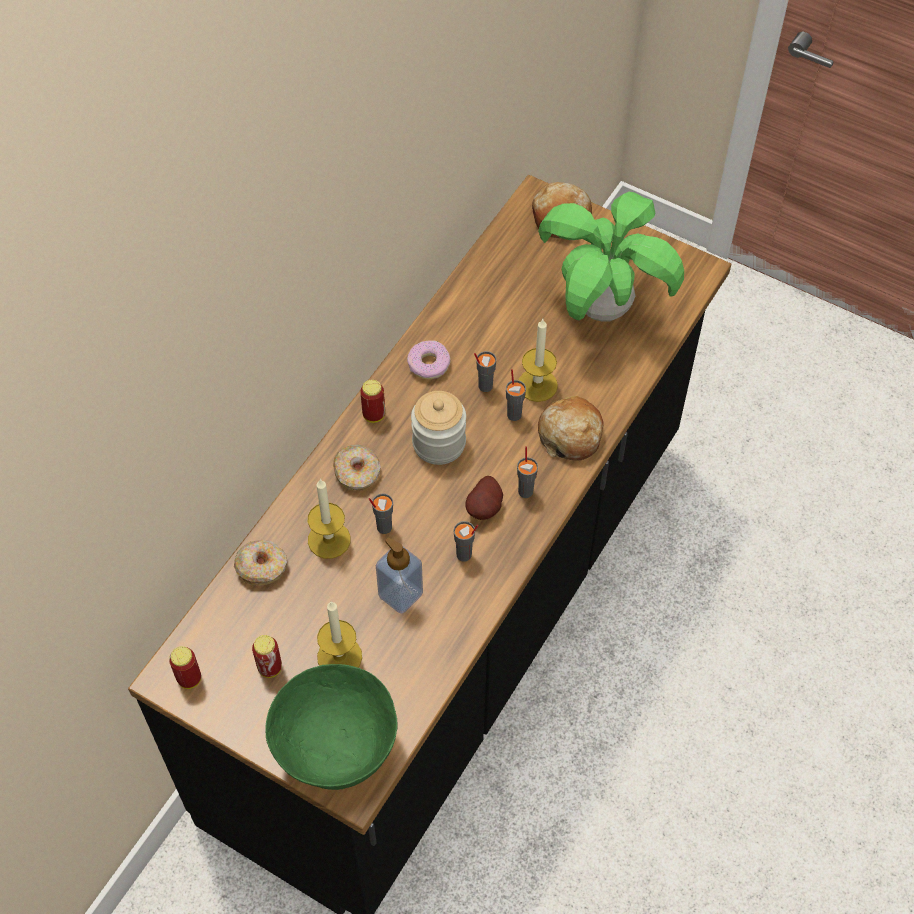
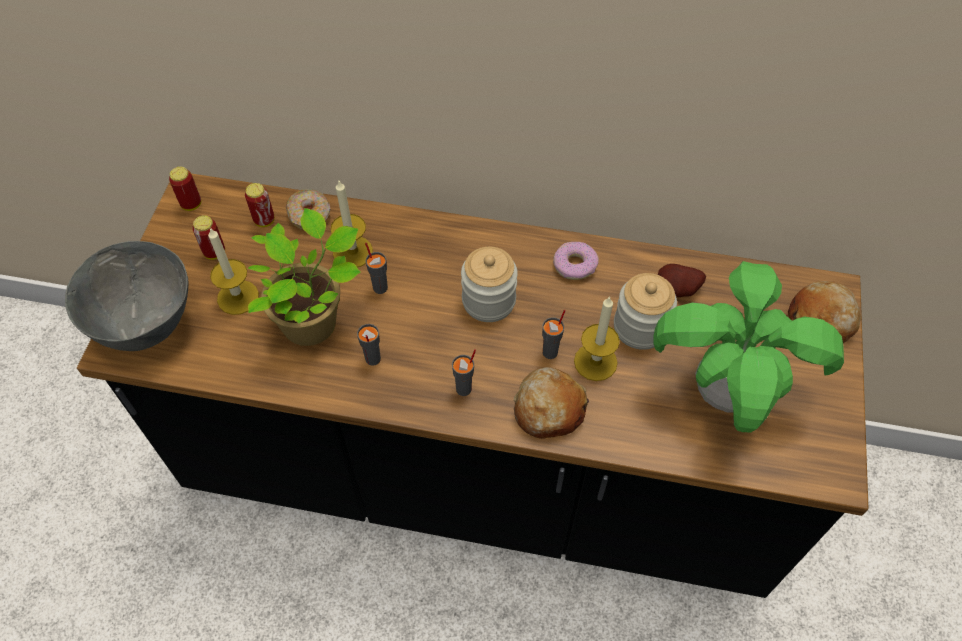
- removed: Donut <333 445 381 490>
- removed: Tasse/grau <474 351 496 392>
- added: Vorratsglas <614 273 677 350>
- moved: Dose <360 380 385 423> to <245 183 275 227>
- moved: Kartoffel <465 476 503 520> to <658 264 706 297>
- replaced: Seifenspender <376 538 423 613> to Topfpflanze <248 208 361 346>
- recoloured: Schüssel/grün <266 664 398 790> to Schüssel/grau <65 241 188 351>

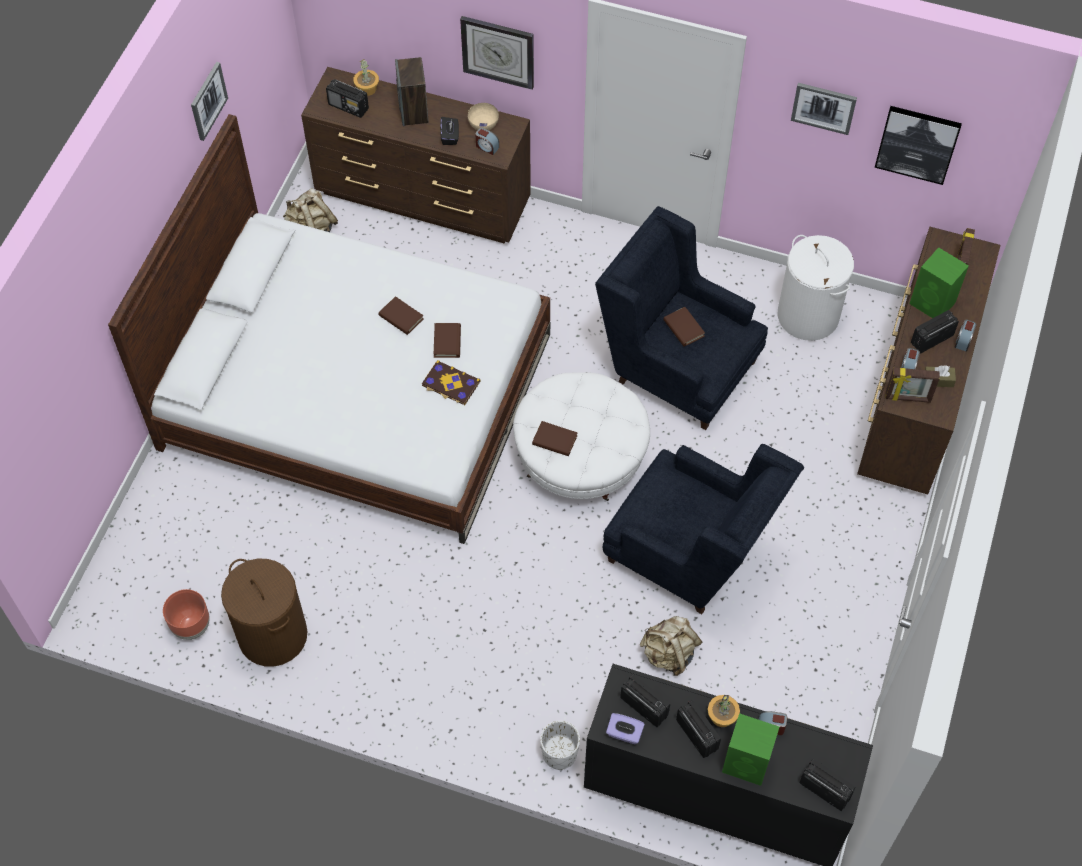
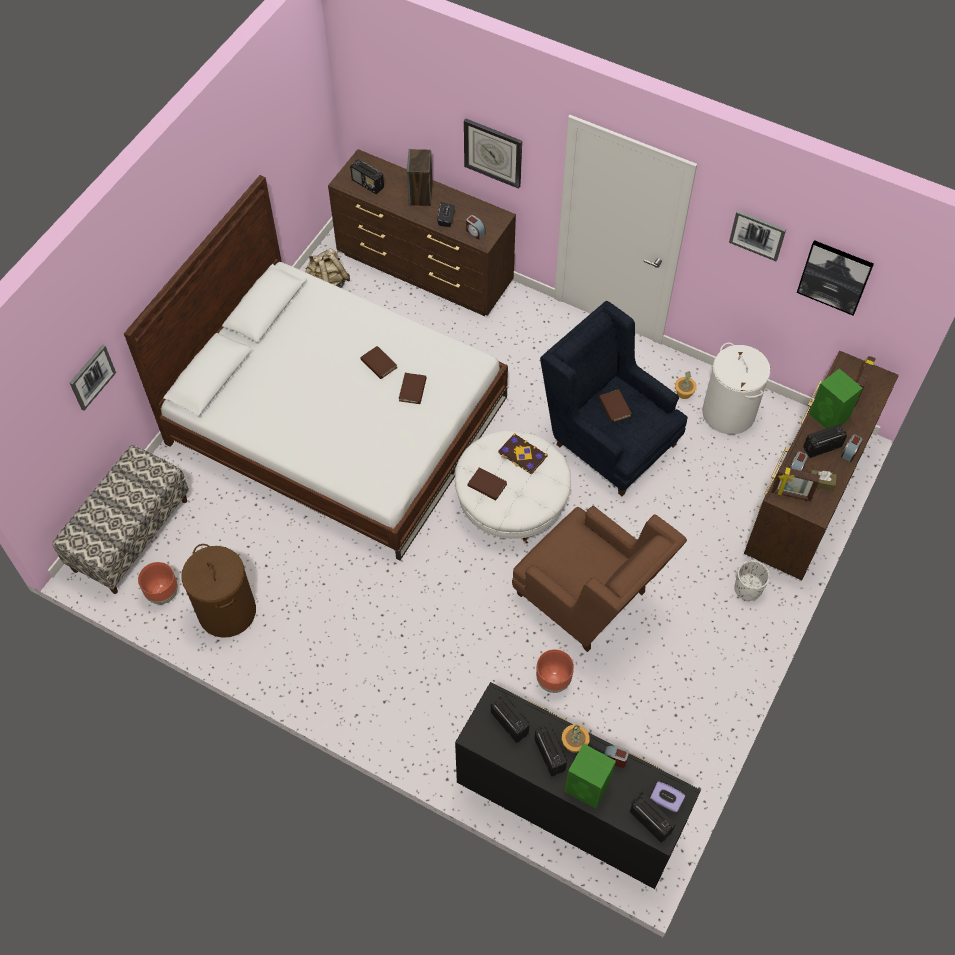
- removed: Schüssel/beige <468 103 499 130>
- added: Bank <52 445 189 594>
- moved: Bild <191 62 228 141> to <70 345 116 410>
- moved: Topfpflanze <353 59 379 96> to <675 371 697 399>
- moved: Buch <422 360 480 405> to <498 433 548 475>
- moved: Pflanzkübel/weiß <540 720 580 770> to <734 560 770 601>
- moved: Taschentuchbox/lila <606 713 645 744> to <650 781 685 812>
- replaced: Rucksack/beige <640 616 702 676> to Pflanzkübel/braun <536 649 574 693>
- recoloured: Sessel/blau <603 444 804 614> to Sessel/braun <512 506 687 652>

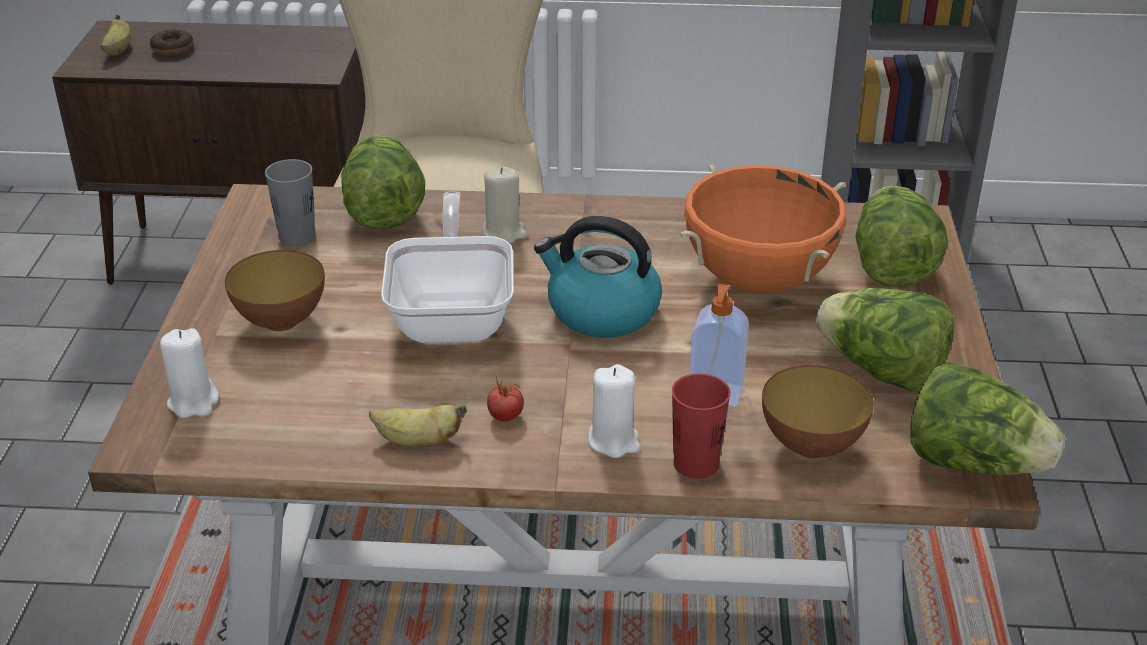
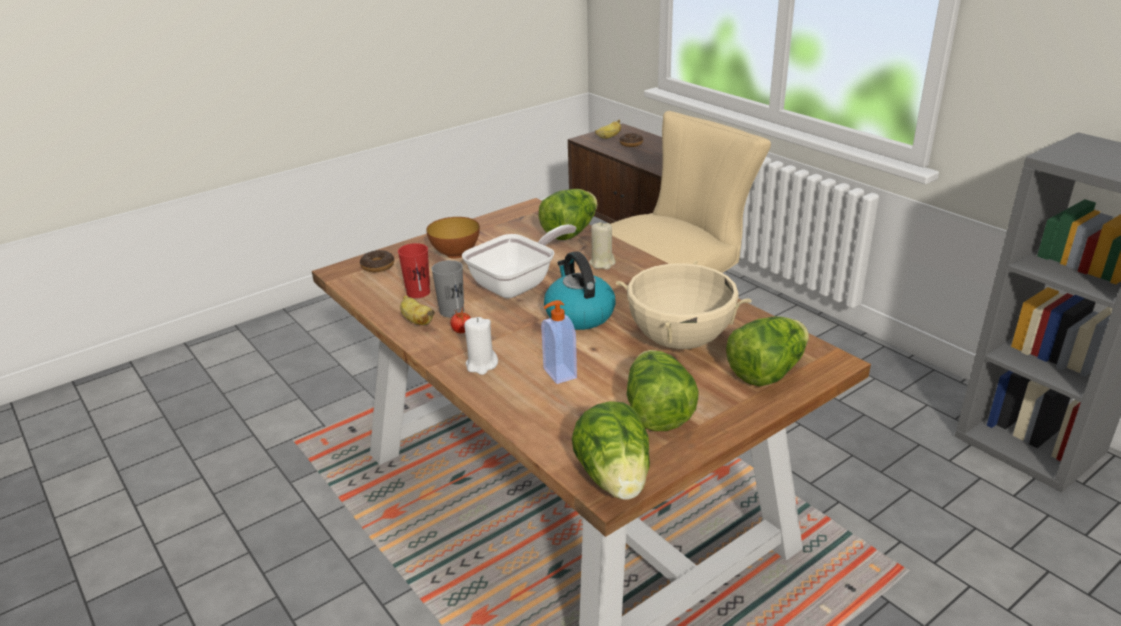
- removed: Schüssel <762 365 874 458>
- moved: Tasse/grau <265 159 316 245> to <431 260 464 317>
- moved: Tasse/rot <672 374 731 479> to <398 243 430 298>
- replaced: Kerze/weiß <160 328 219 418> to Donut <360 250 394 272>
- recoloured: Kochtopf/orange <680 164 846 293> to Kochtopf/beige <616 260 752 349>

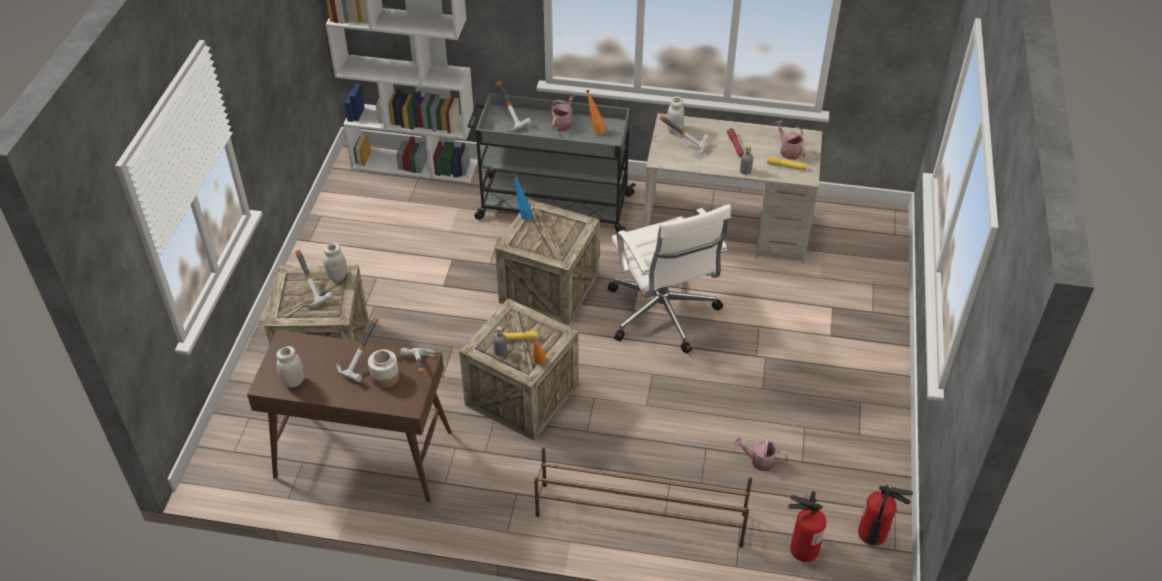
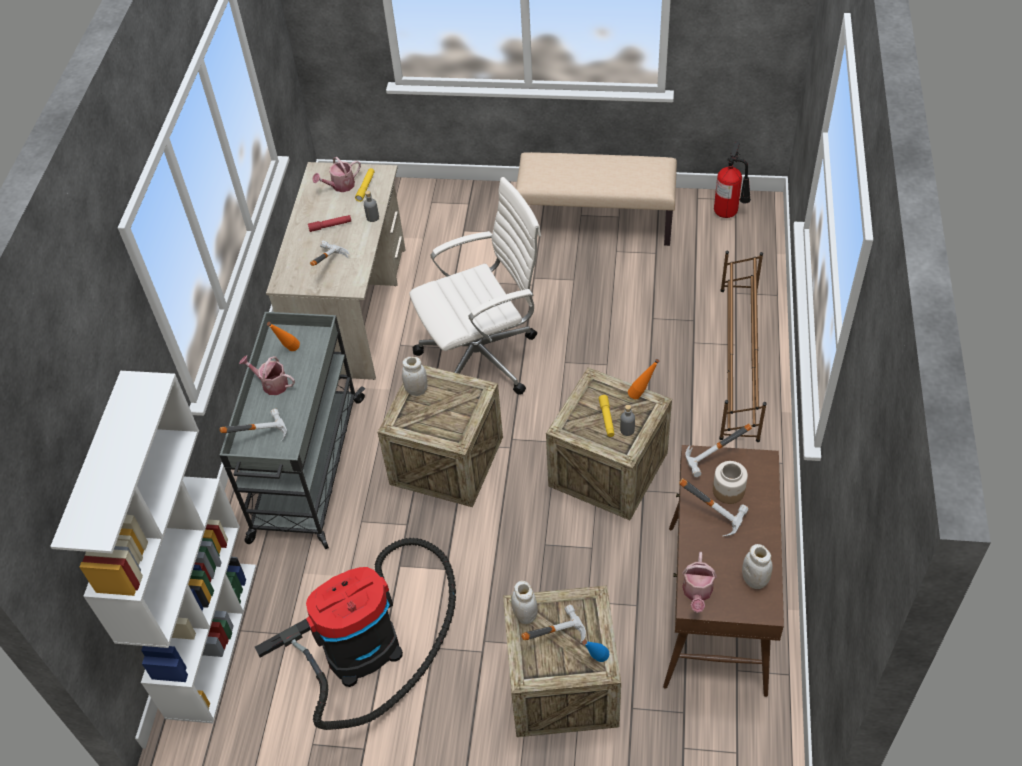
- removed: Feuerlöscher <788 491 827 562>
- added: Staubsauger <255 538 456 730>
- added: Bank/beige <516 152 677 246>
- moved: Flasche/blau <513 174 533 220> to <582 640 609 662>
- moved: Vorratsglas/weiß <667 96 684 135> to <402 357 427 396>
- moved: Gießkanne <734 436 788 471> to <682 552 717 613>

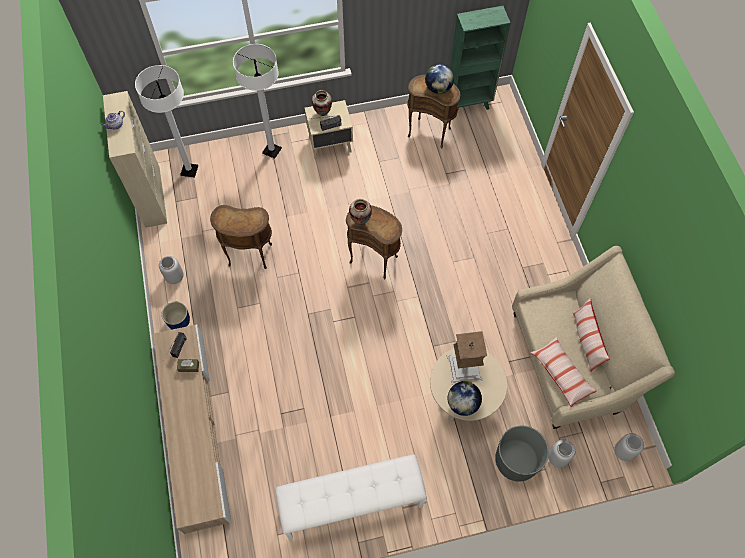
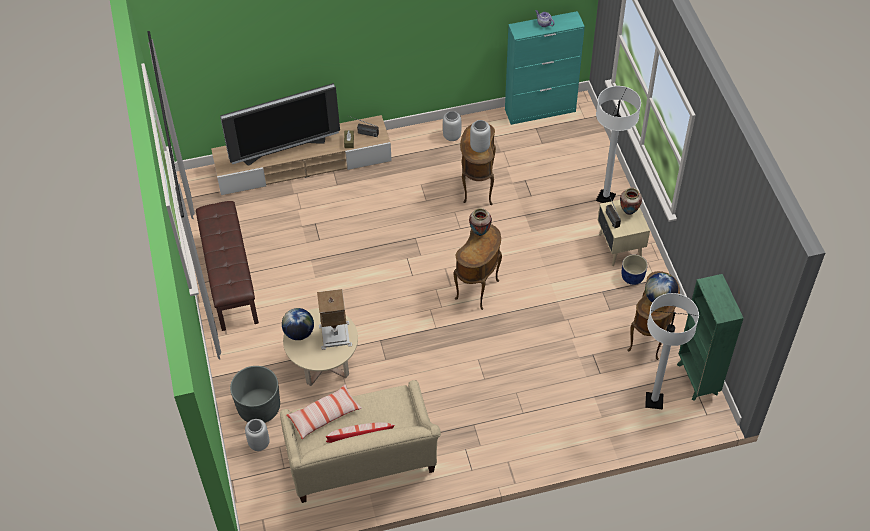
- added: Fernseher <220 83 340 166>
- moved: Stehlampe/weiß <135 65 198 178> to <645 293 699 409>
- moved: Pflanzkübel/blau <162 302 190 329> to <622 254 648 285>
- moved: Vase/grau <615 433 644 461> to <470 120 490 153>
- recoloured: Schrank/beige <103 91 167 228> to Schrank/türkis <505 11 585 125>
- recoloured: Bank/weiß <275 455 427 540> to Bank/braun <196 201 259 331>

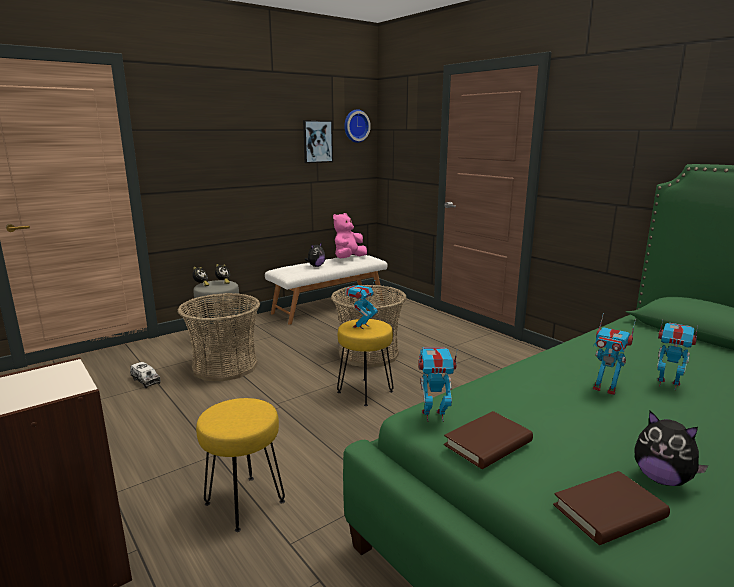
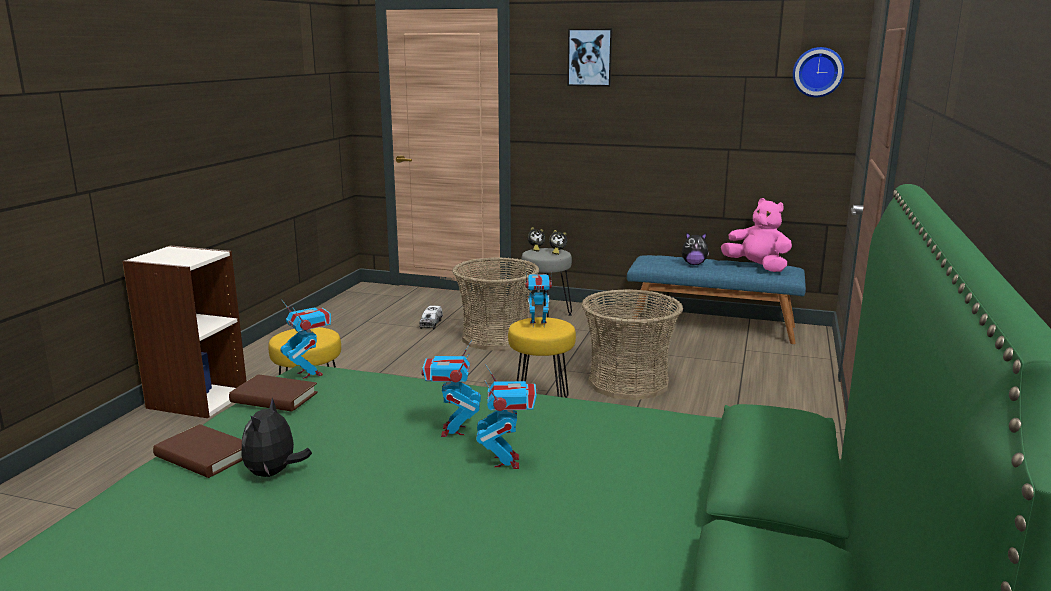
- moved: Bild <303 120 333 163> to <567 29 613 87>
- recoloured: Bank/weiß <265 255 387 325> to Bank/blau <627 255 806 344>
- turned: Plüschtier/rosa <333 213 367 258> = <721 198 792 272> 45 degrees clockwise

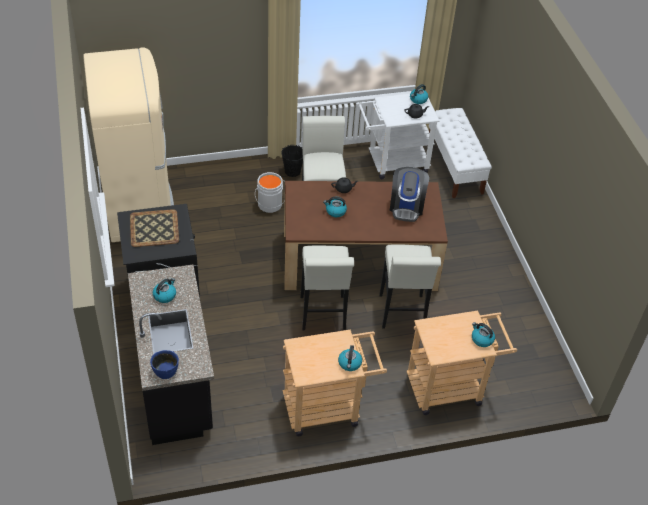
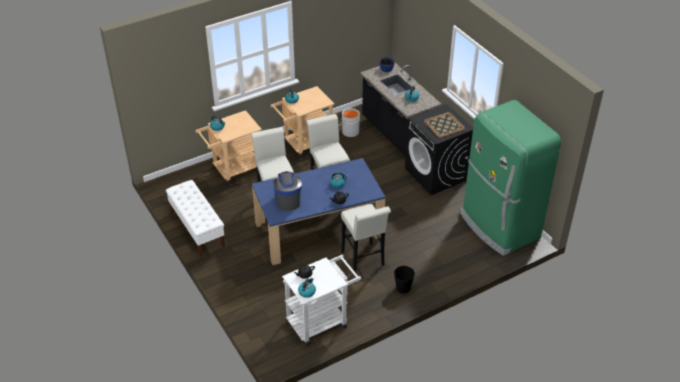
- moved: Eimer/grau <255 172 285 213> to <338 108 360 137>
- moved: Bank/weiß <429 108 492 198> to <166 180 225 257>
- recoloured: Kühlschrank/beige <83 47 174 242> to Kühlschrank/grün <460 100 561 256>
- recoloured: Esstisch/braun <284 181 448 291> to Esstisch/blau <252 158 385 265>

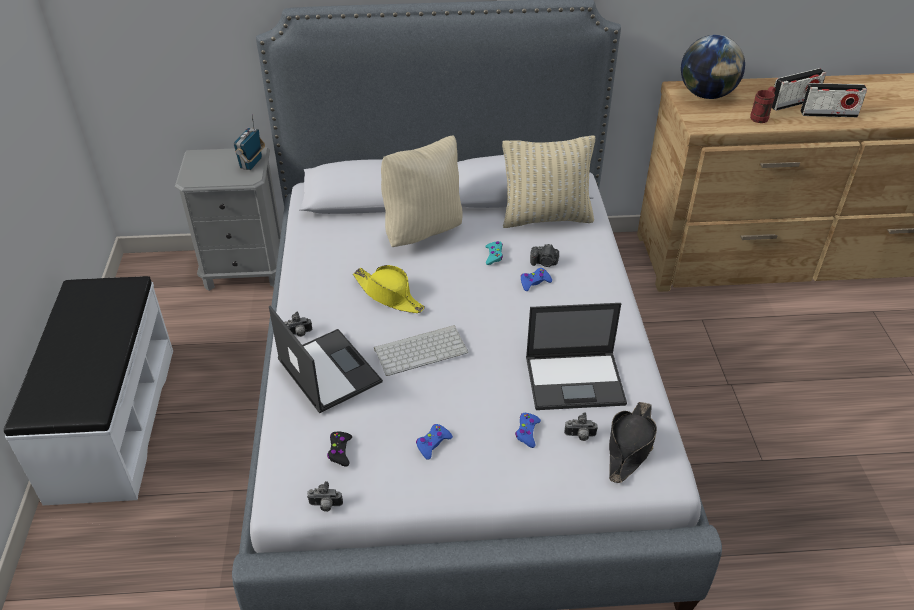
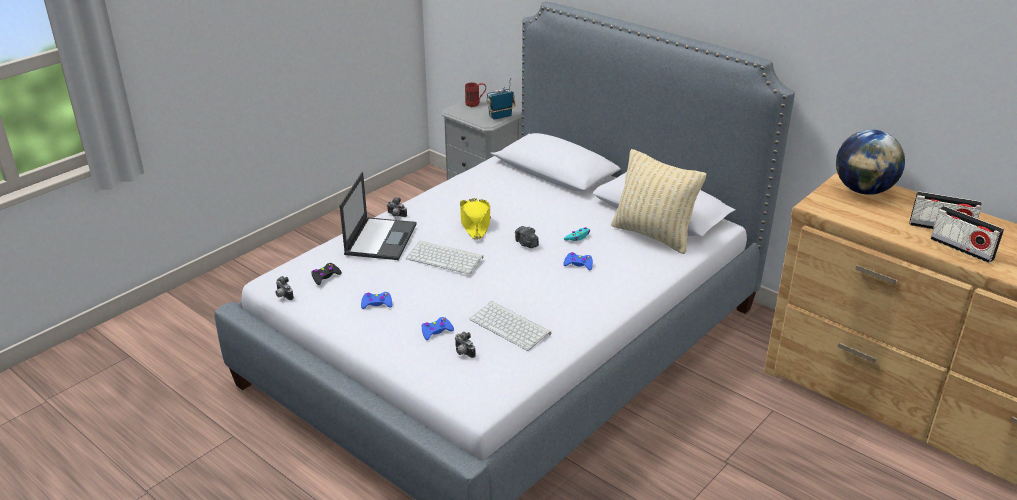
- removed: Bank/weiß <4 276 173 506>
- removed: Kissen/beige <381 135 463 247>
- removed: Hut/schwarz <609 402 657 483>
- moved: Kamera <530 244 559 267> to <515 226 539 248>
- moved: Henkelbecher/rot <750 86 775 123> to <465 82 486 107>
- replaced: Laptop <526 303 627 410> to Tastatur <469 301 551 351>

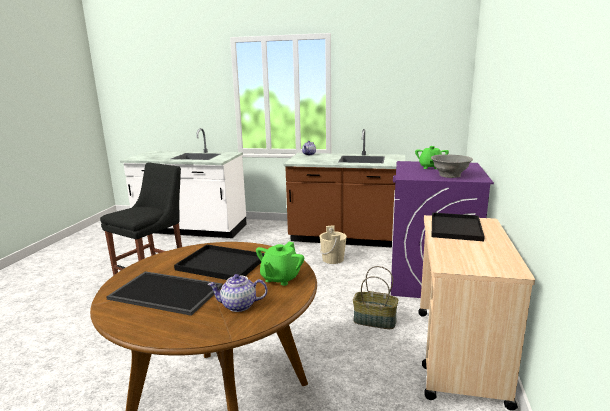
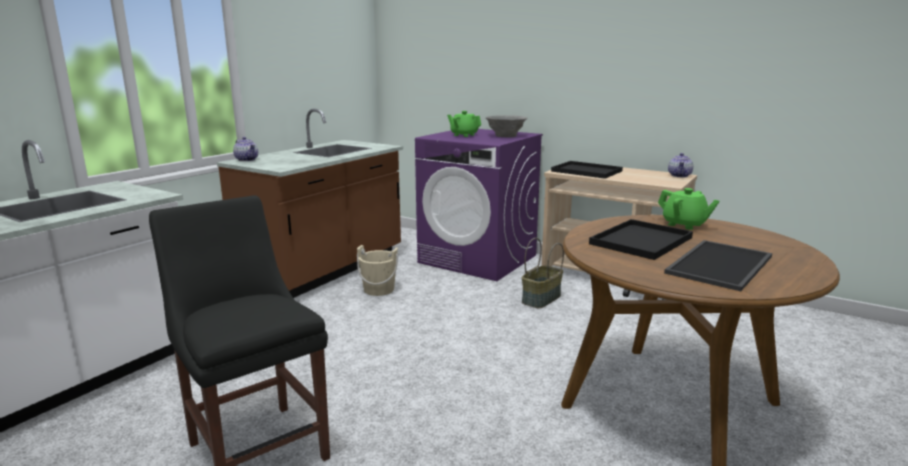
- moved: Teekanne <208 274 267 312> to <668 153 693 177>

